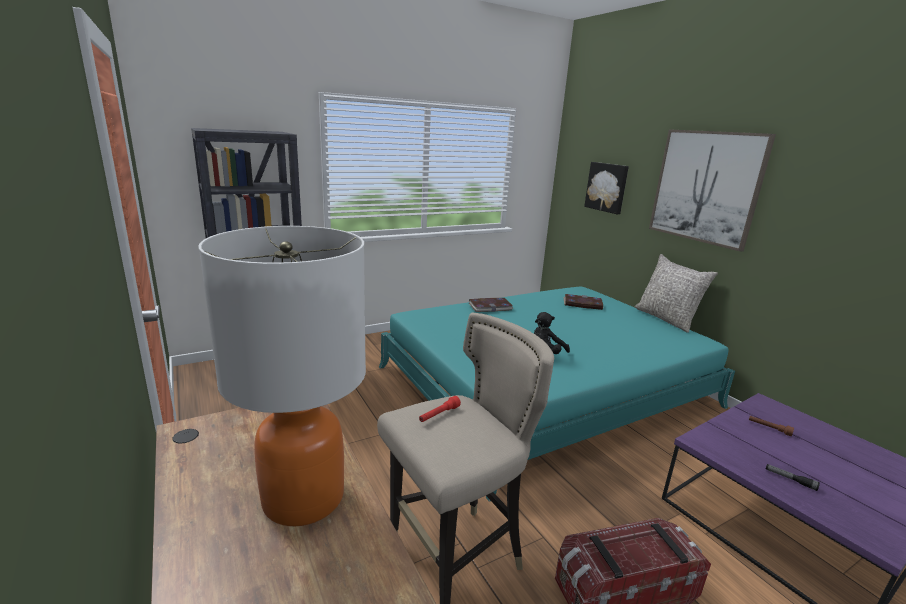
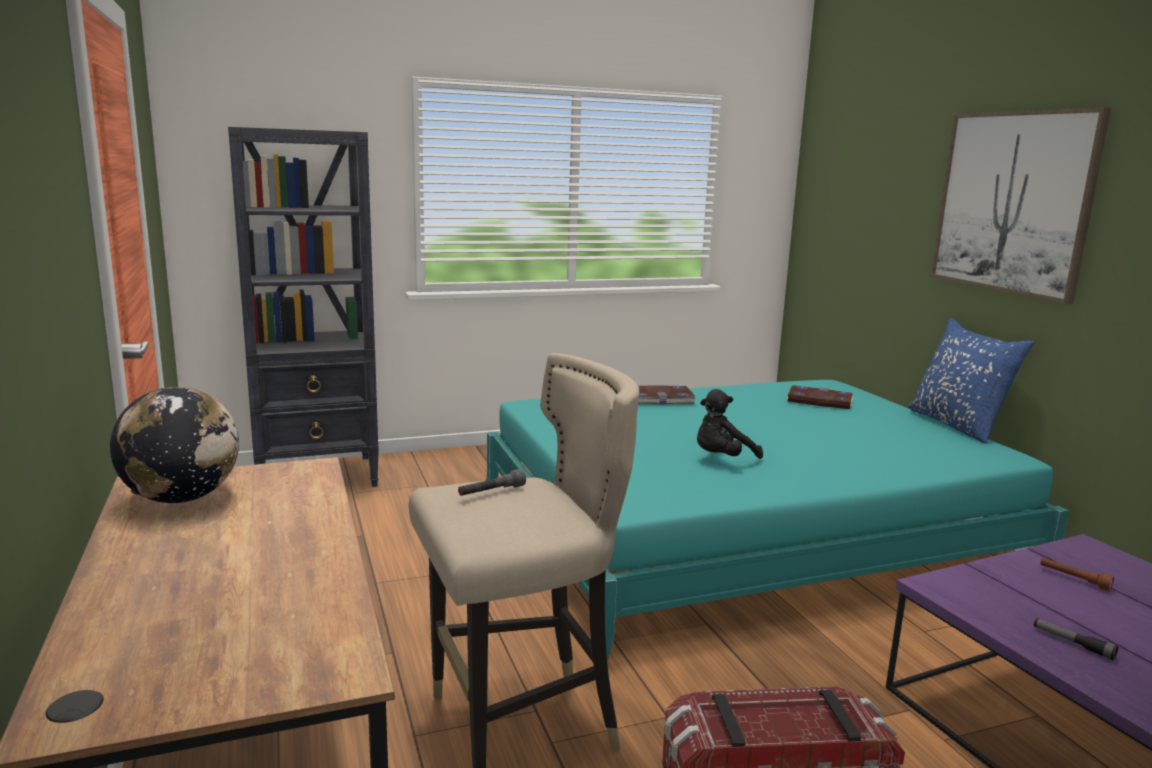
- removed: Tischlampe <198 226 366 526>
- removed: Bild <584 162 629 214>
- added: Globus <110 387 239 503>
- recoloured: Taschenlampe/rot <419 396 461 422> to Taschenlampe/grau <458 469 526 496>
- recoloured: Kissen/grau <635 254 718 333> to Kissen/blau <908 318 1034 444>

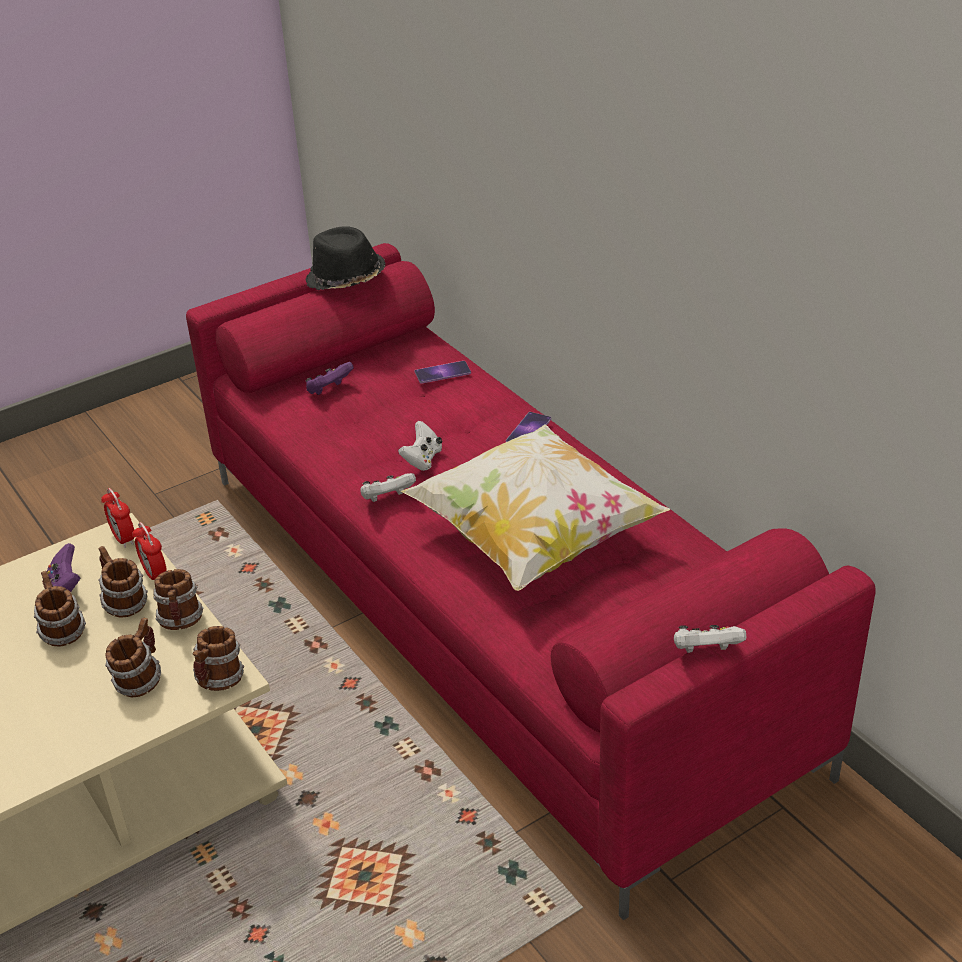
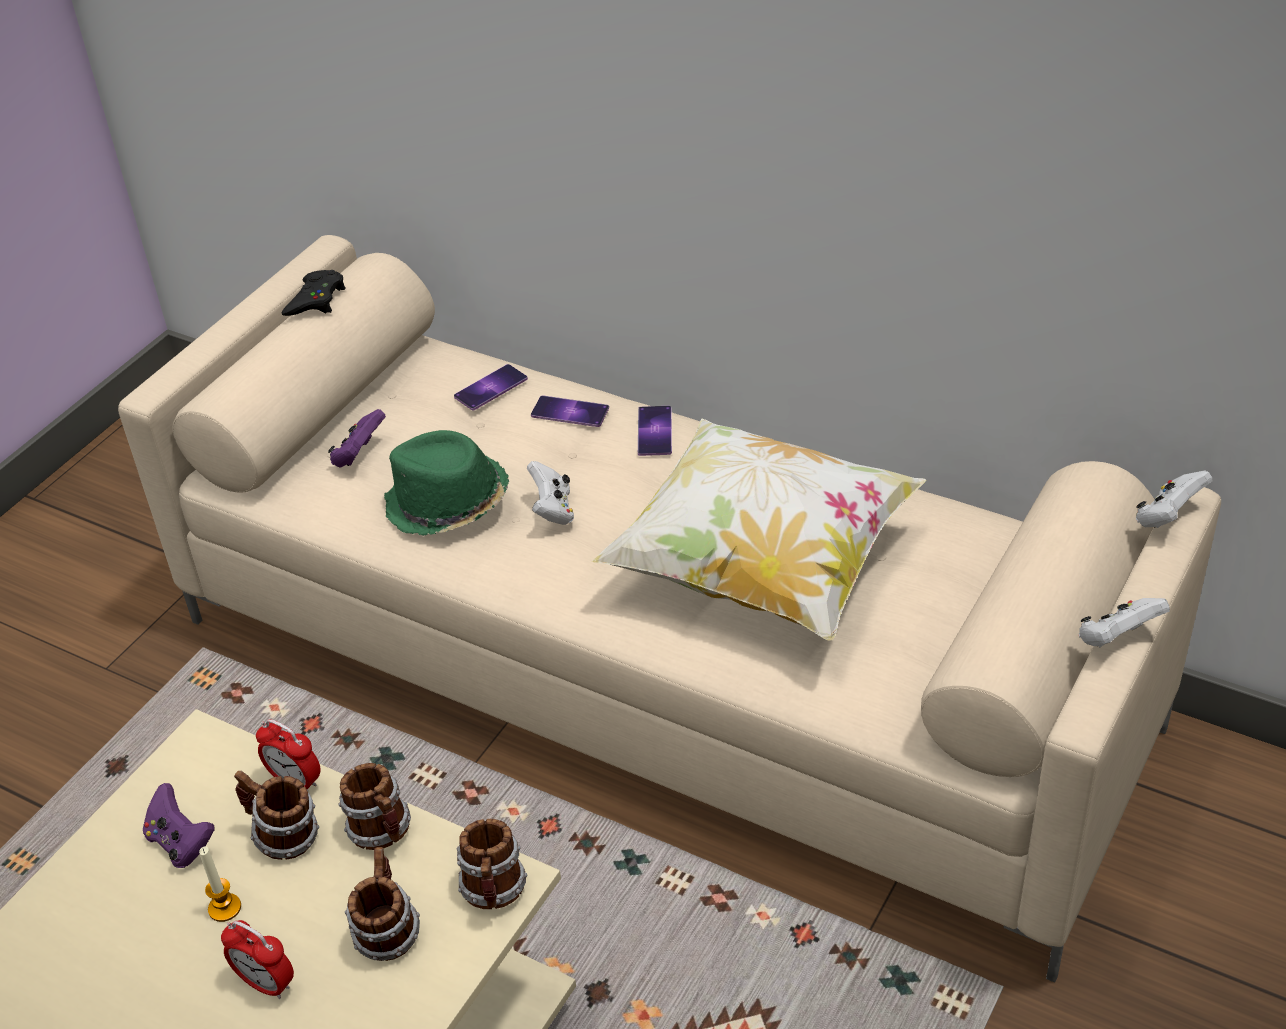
- added: Hut/grün <384 430 509 536>
- added: Handy <531 396 609 427>
- moved: Wecker <101 488 135 548> to <221 920 294 999>
- moved: Gamepad/weiß <360 473 416 502> to <1136 471 1212 528>
- replaced: Henkelbecher <34 571 86 647> to Kerze <199 846 241 922>
- replaced: Hut/schwarz <305 226 386 290> to Gamepad/schwarz <282 270 346 316>
- recoloured: Sofa/rot <186 243 876 920> to Sofa/beige <118 235 1221 983>

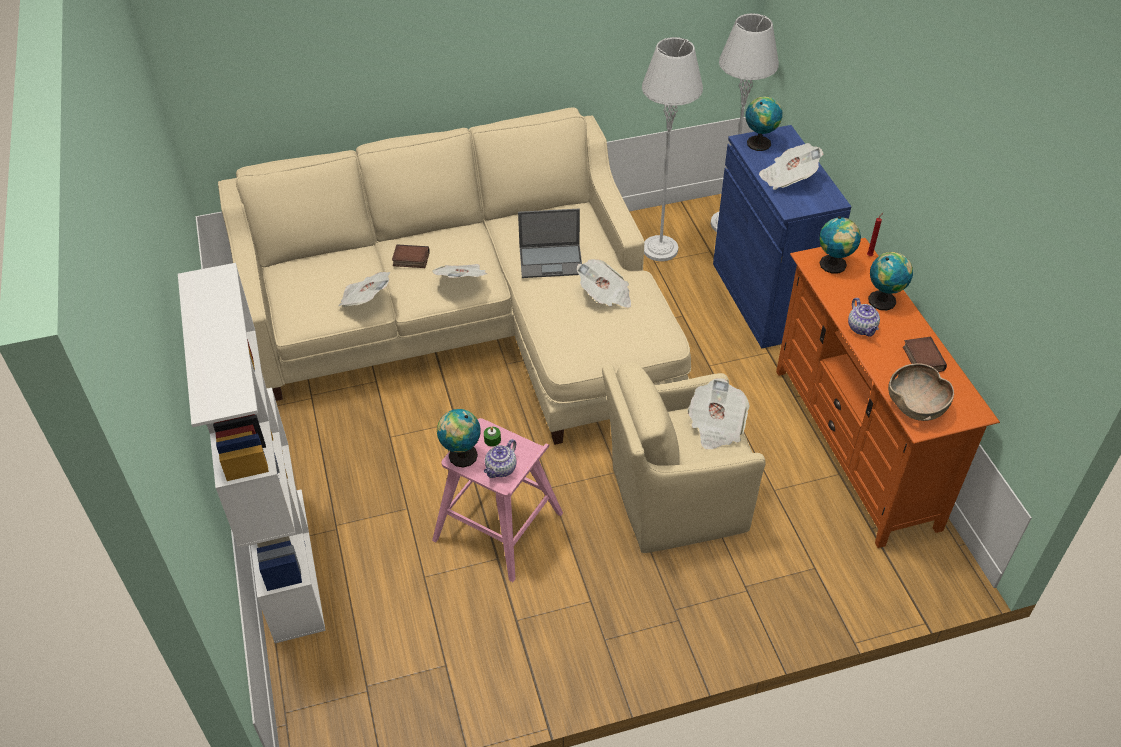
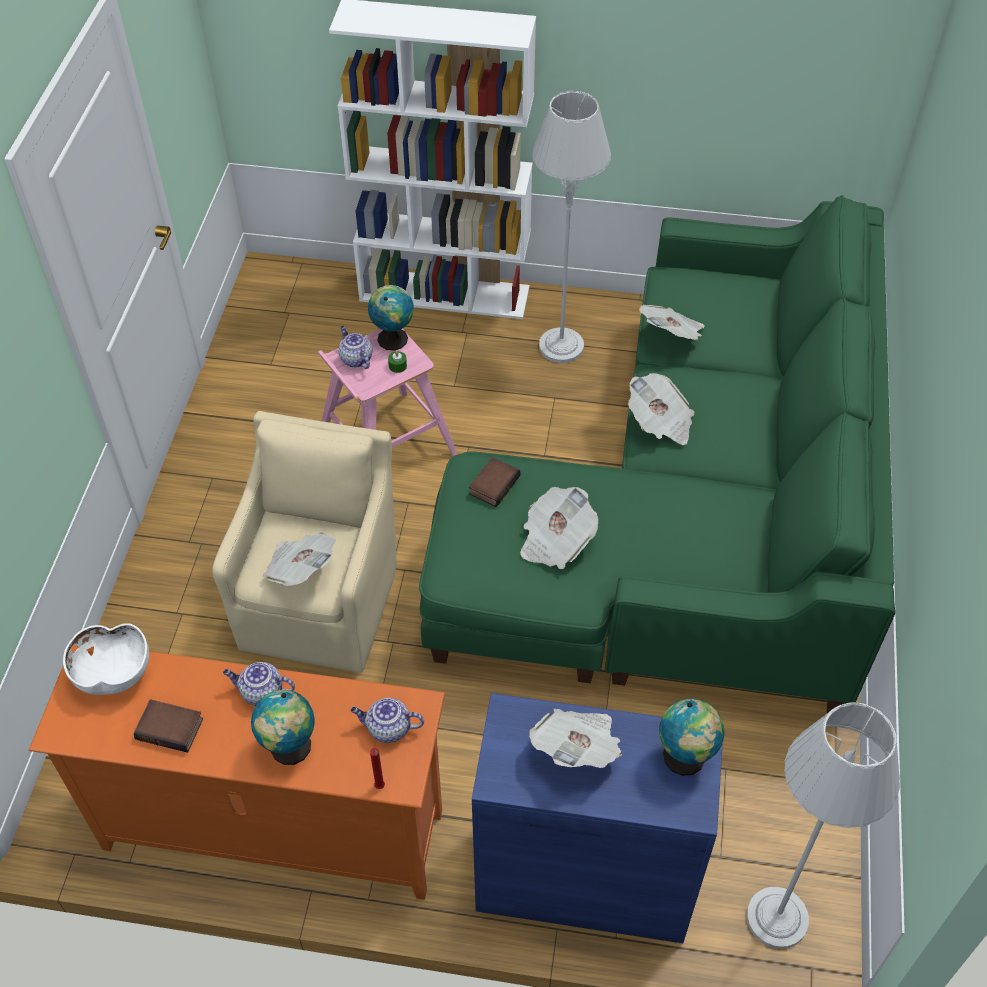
- removed: Laptop <518 208 582 278>
- moved: Buch <392 244 430 268> to <469 457 521 507>
- moved: Stehlampe/grau <642 37 703 261> to <532 91 611 363>
- replaced: Globus <819 216 861 273> to Teekanne <351 698 424 743>
- recoloured: Sofa/beige <218 107 691 445> to Sofa/grün <419 195 895 713>
- recoloured: Schüssel/braun <888 363 954 421> to Schüssel/weiß <63 623 149 695>

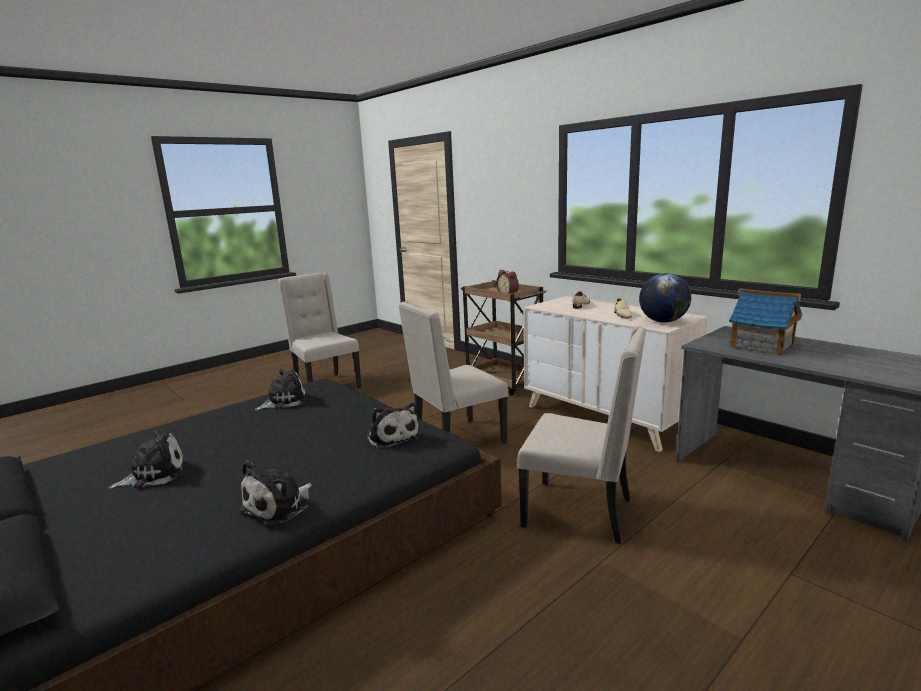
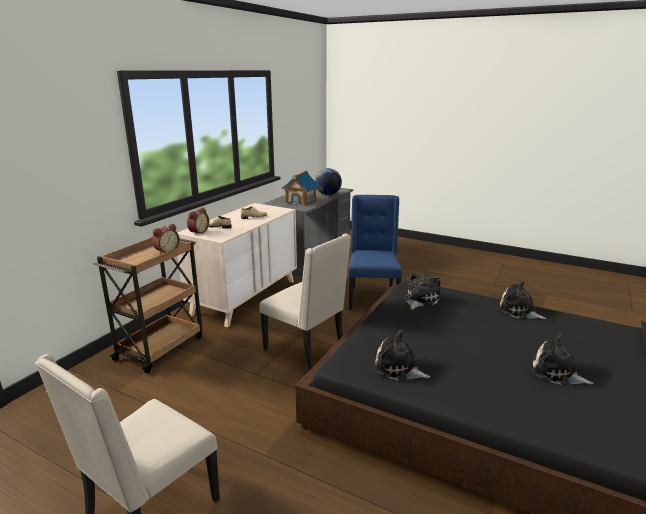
- added: Wecker <187 207 209 235>
- moved: Globus <639 273 691 323> to <315 168 342 195>
- recoloured: Stuhl/beige <517 326 646 544> to Stuhl/blau <348 195 402 310>
- turned: Plüschtier <239 461 312 525> = <498 280 547 319> 150 degrees counterclockwise

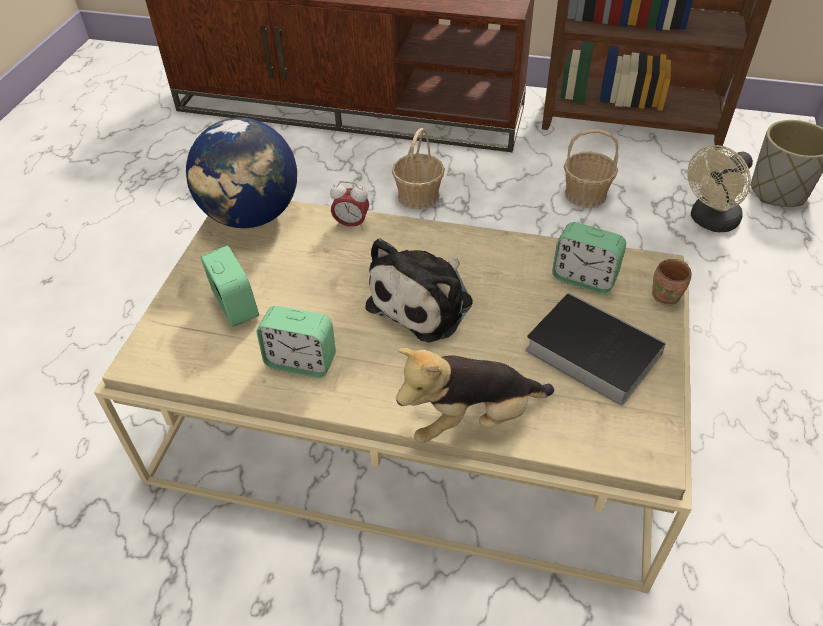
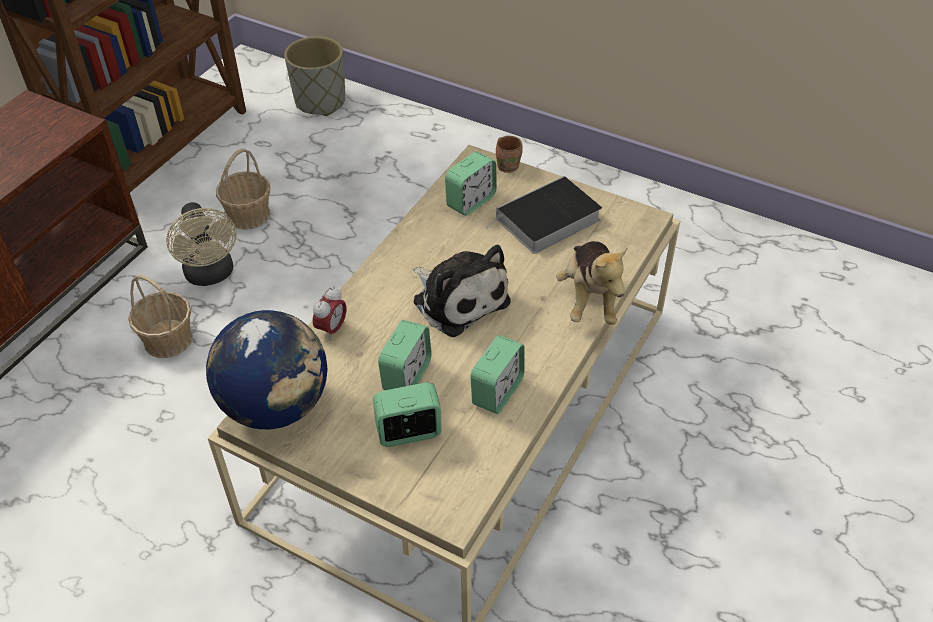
- added: Wecker <378 320 432 390>
- moved: Ventilator/beige <687 145 753 232> to <166 202 237 286>

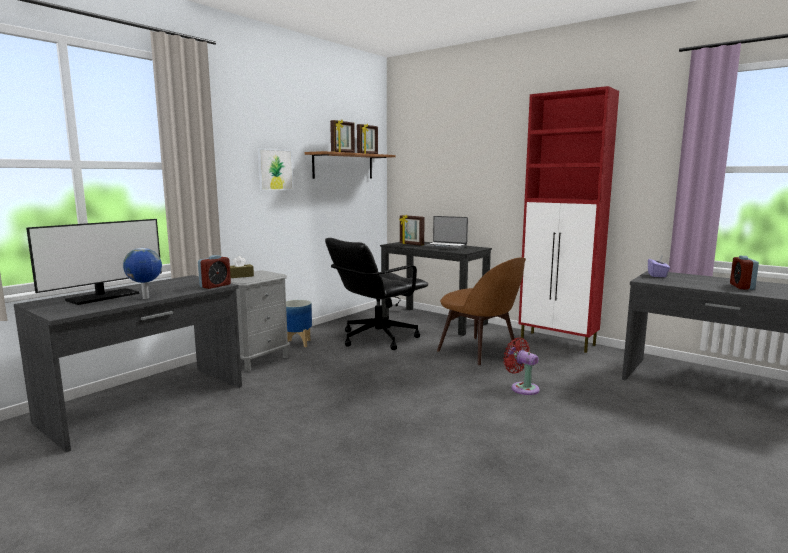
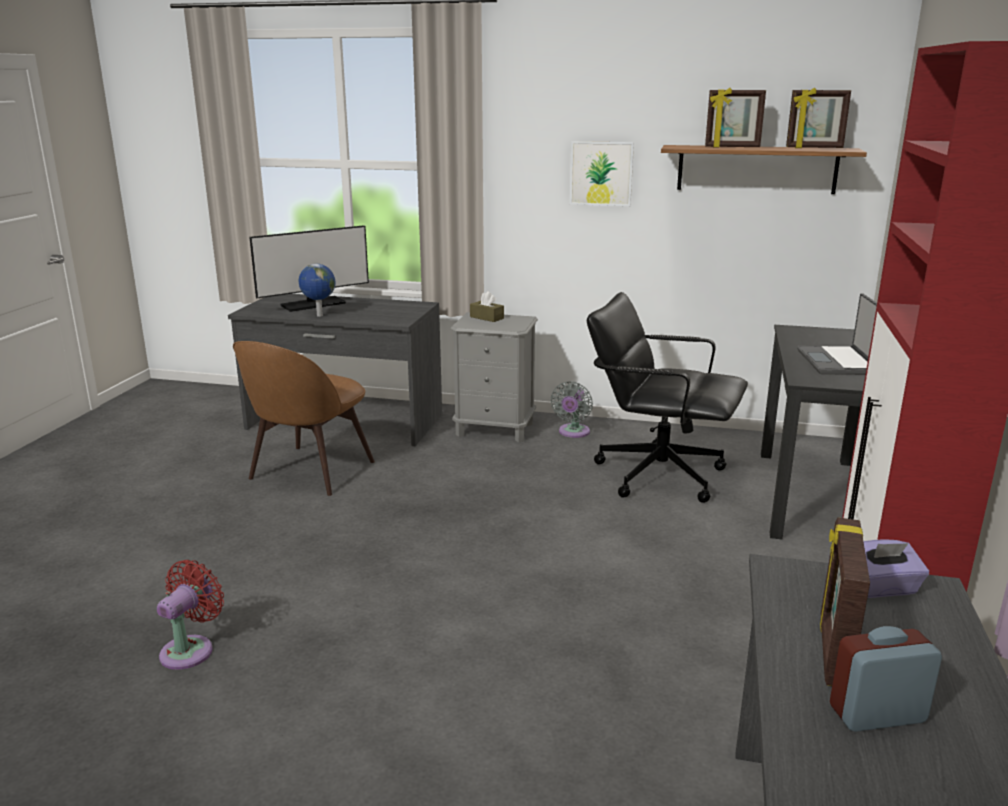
- removed: Wecker <198 255 231 289>
- moved: Bilderrahmen <399 215 425 246> to <820 518 870 686>
- moved: Stuhl/braun <437 257 526 365> to <233 341 375 496>
- moved: Ventilator/rot <503 338 540 395> to <157 560 224 670>
- replaced: Pflanzkübel <286 300 312 347> to Ventilator/grau <551 382 593 438>
- turned: Monitor <26 219 162 305> = <249 225 369 312> 45 degrees counterclockwise

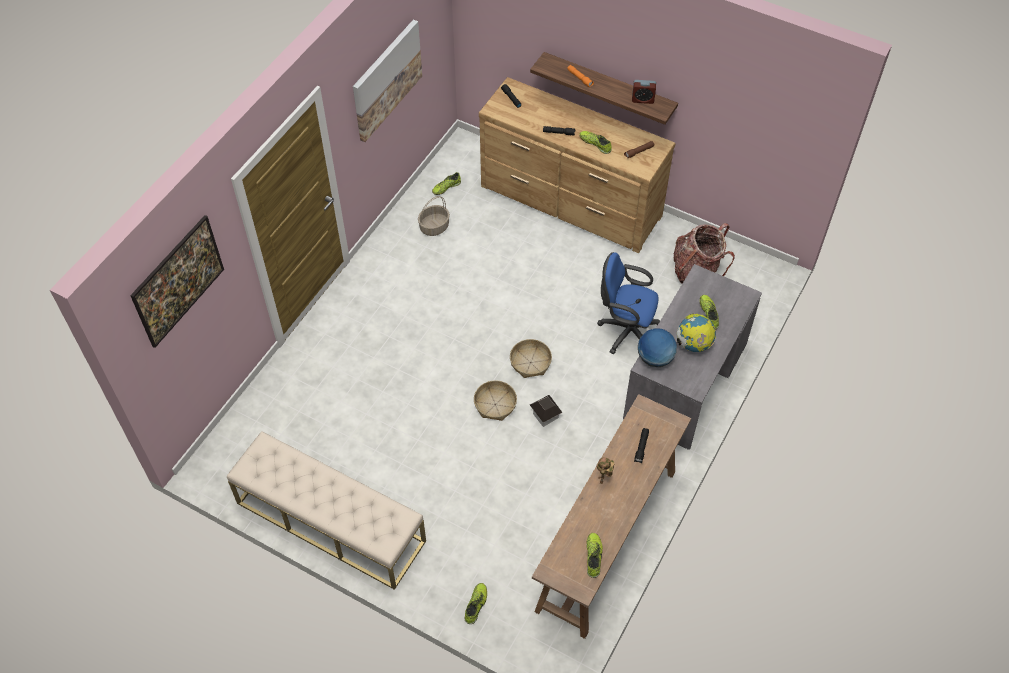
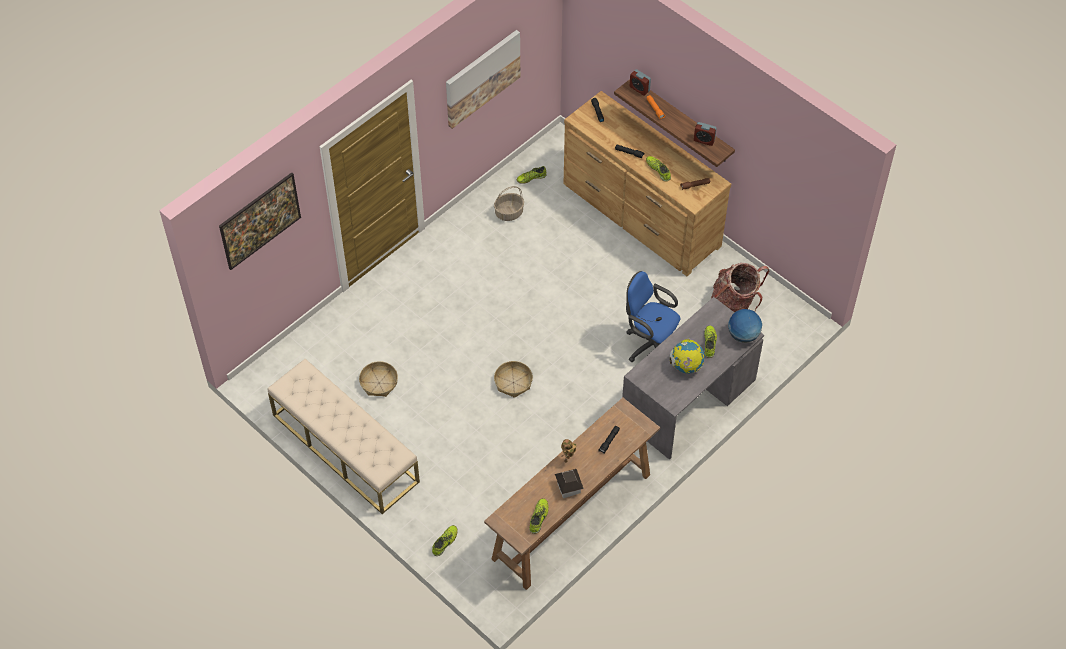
- added: Wecker <630 69 651 96>
- moved: Korb <510 339 552 378> to <359 361 398 397>
- moved: Spielzeughaus <530 395 563 427> to <555 469 584 498>
- moved: Globus <638 328 677 367> to <728 309 762 343>

